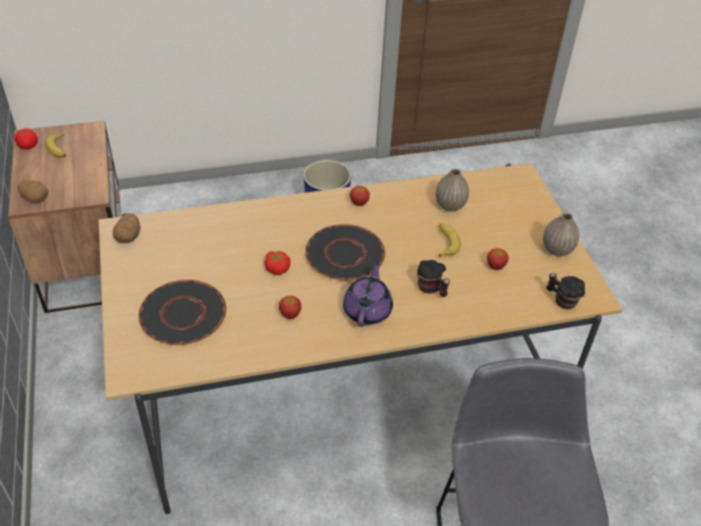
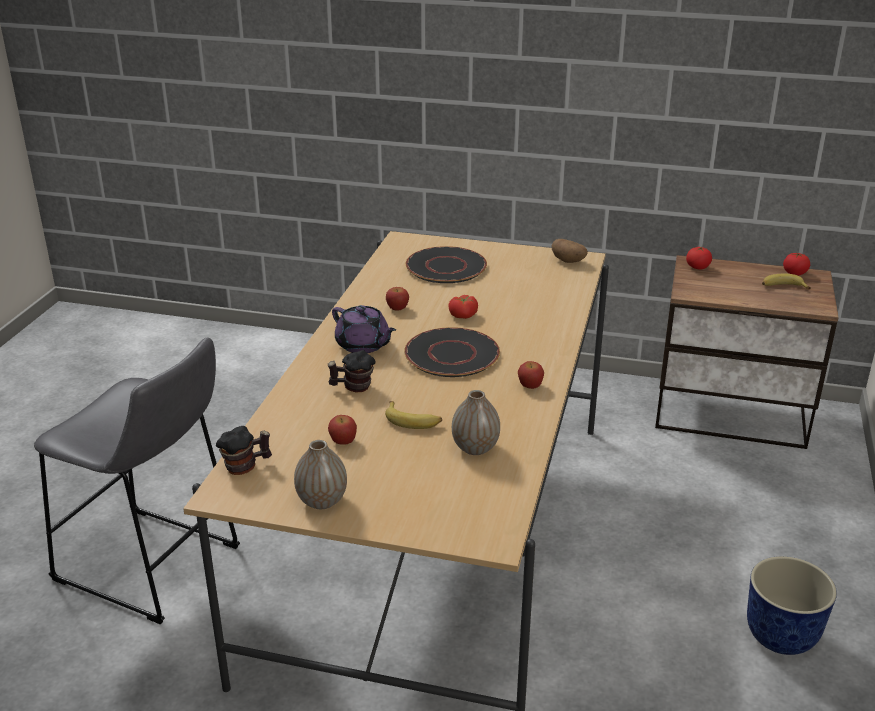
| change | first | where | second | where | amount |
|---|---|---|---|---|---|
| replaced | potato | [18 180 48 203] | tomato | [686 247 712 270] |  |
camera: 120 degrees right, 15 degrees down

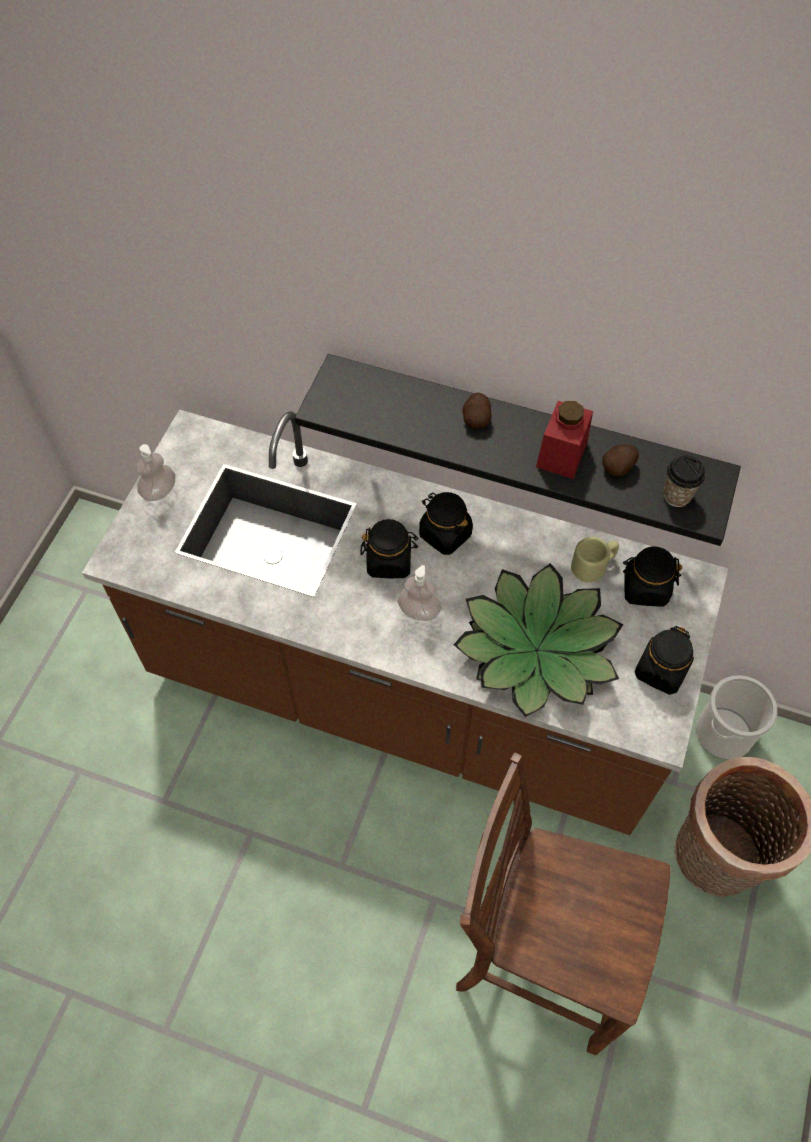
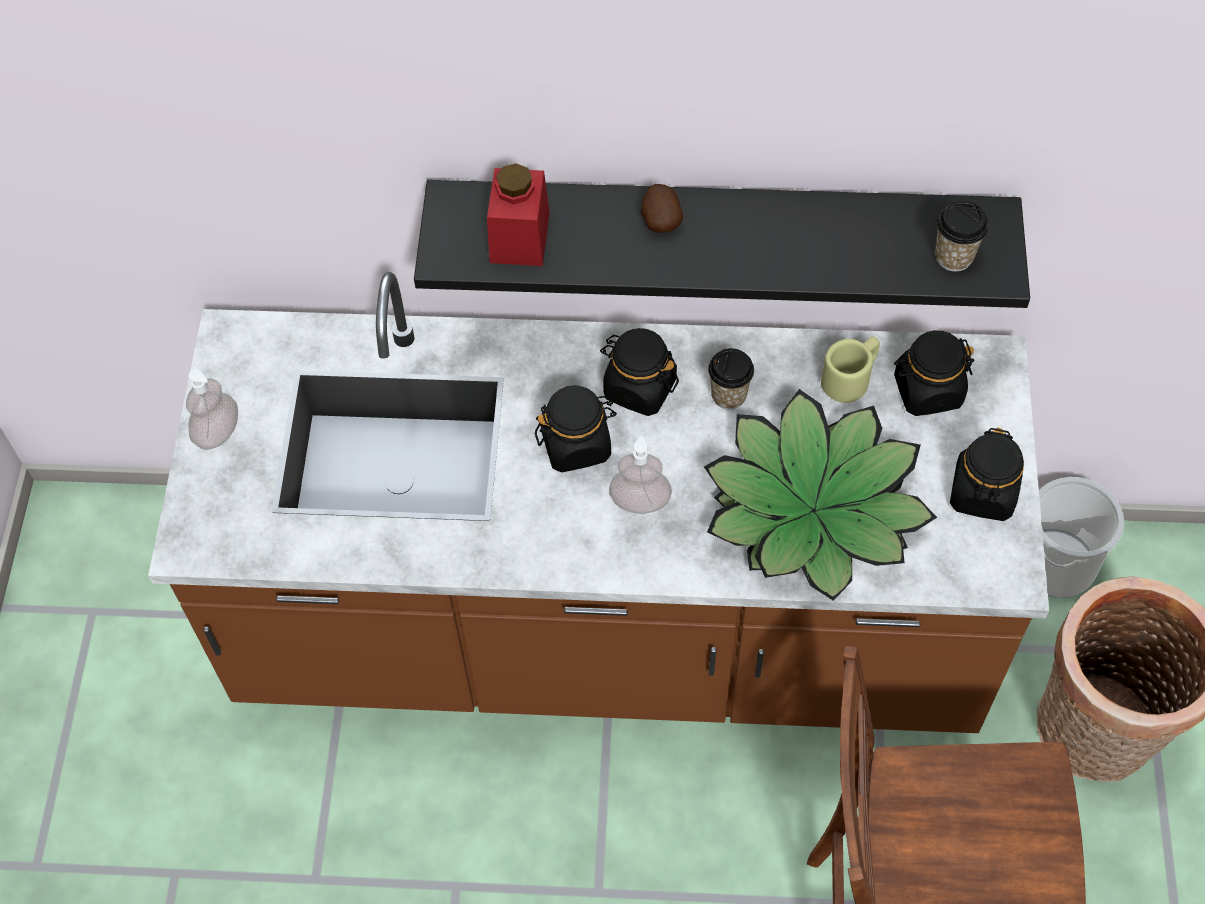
| change | first | where | second | where | amount |
|---|---|---|---|---|---|
| removed | potato | [602 444 639 476] |  |  |  |
| added |  |  | cup | [708 348 754 409] |  |
| moved | red jar | [536 401 593 479] |  | [487 163 549 266] |  |
camera: 15 degrees left, 0 degrees up

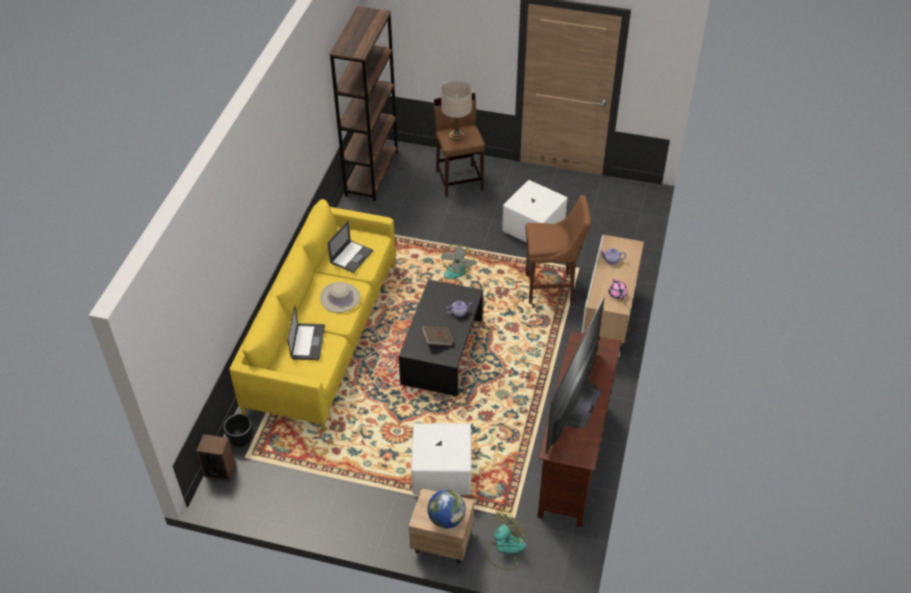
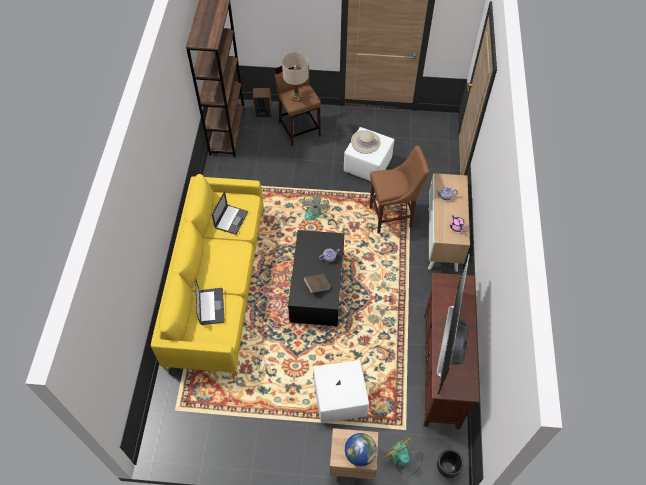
| change | first | where | second | where | amount |
|---|---|---|---|---|---|
| moved | speaker | [196 434 236 481] |  | [253 88 272 118] |  |
| moved | black planter | [223 414 253 447] |  | [437 450 464 478] |  |
| moved | beige hat | [320 282 360 313] |  | [351 130 380 154] |  |
| turned | fan | [485 508 526 571] |  | [384 437 423 477] | 75 degrees counterclockwise |
camera: 10 degrees left, 10 degrees up

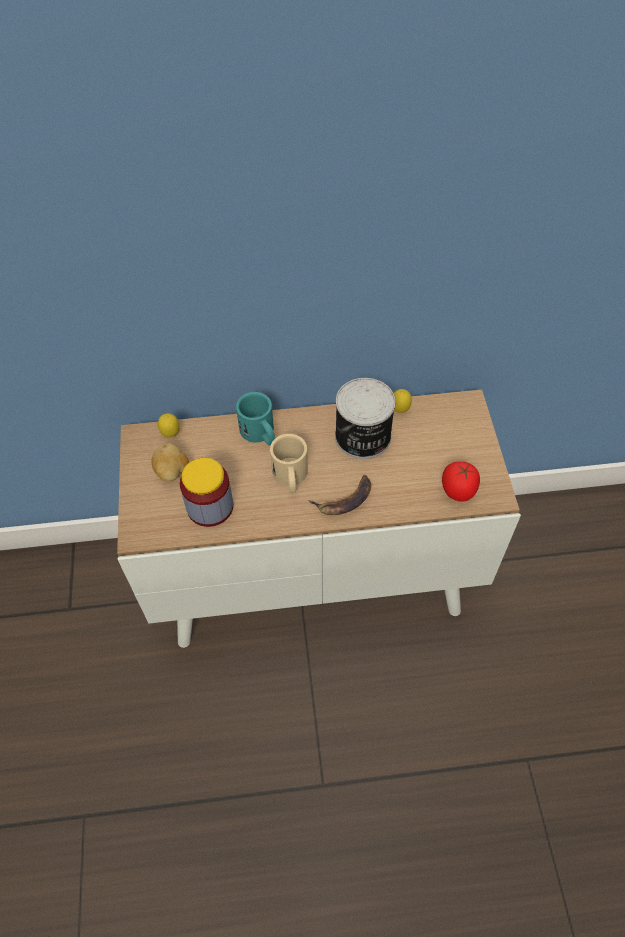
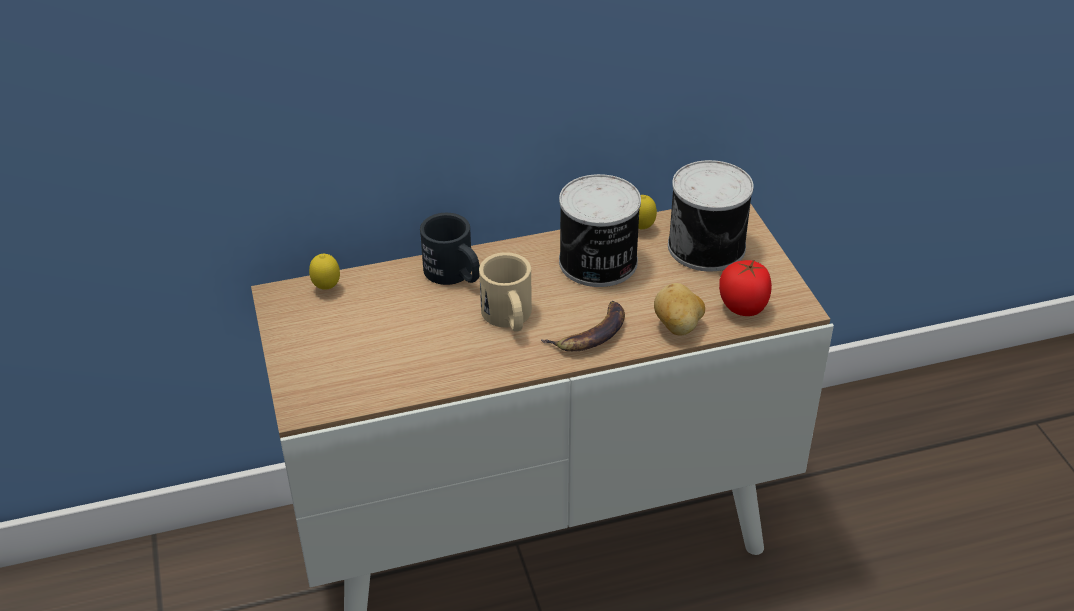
| change | first | where | second | where | amount |
|---|---|---|---|---|---|
| removed | jar | [180 457 233 527] |  |  |  |
| added |  |  | can | [668 160 754 271] |  |
| moved | potato | [151 443 189 482] |  | [654 283 705 336] |  |
| recoloured | turquoise mug | [236 392 275 446] | black mug | [420 213 480 285] |  |
camera: 10 degrees left, 15 degrees down

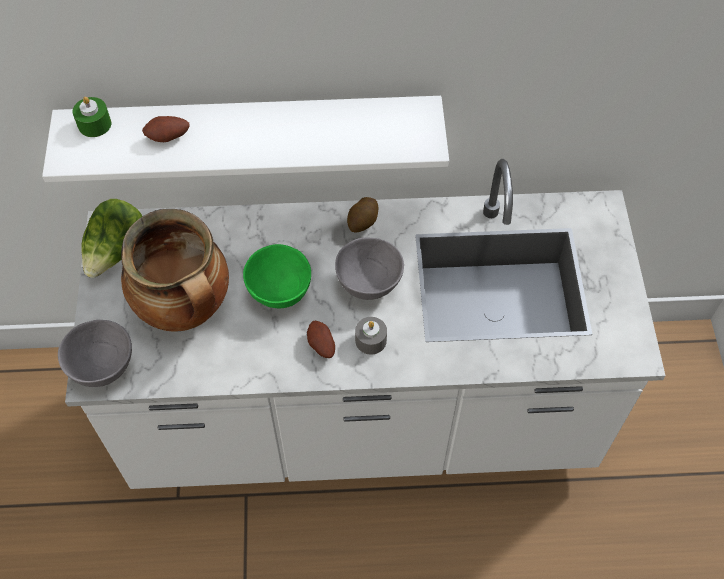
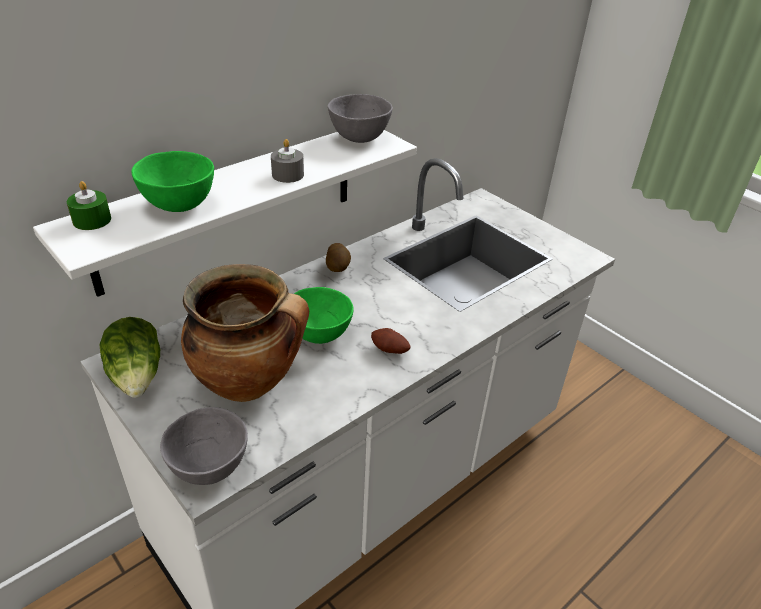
| change | first | where | second | where | amount |
|---|---|---|---|---|---|
| moved | grey bowl | [335 237 404 300] |  | [328 94 393 143] |  |
| moved | grey candle | [355 317 387 355] |  | [271 139 304 183] |  |
| replaced | potato | [142 116 189 142] | green bowl | [132 151 214 212] |  |
camera: 40 degrees left, 20 degrees down

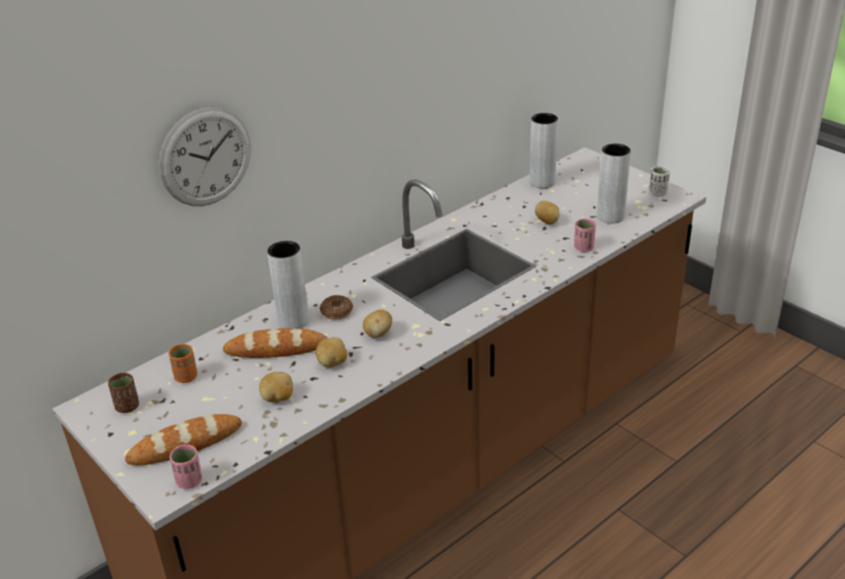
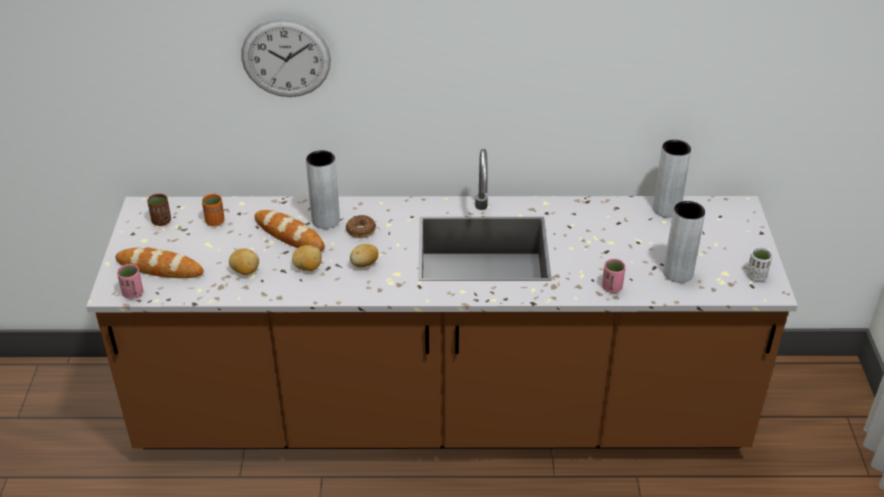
| change | first | where | second | where | amount |
|---|---|---|---|---|---|
| removed | potato | [535 201 560 225] |  |  |  |
camera: 40 degrees right, 5 degrees up

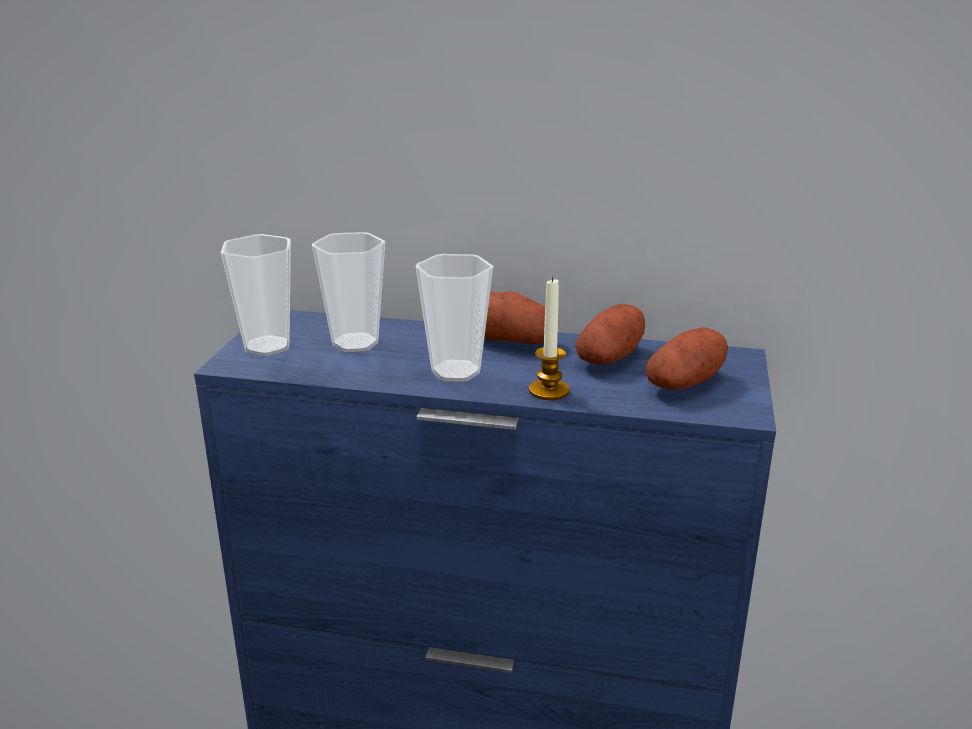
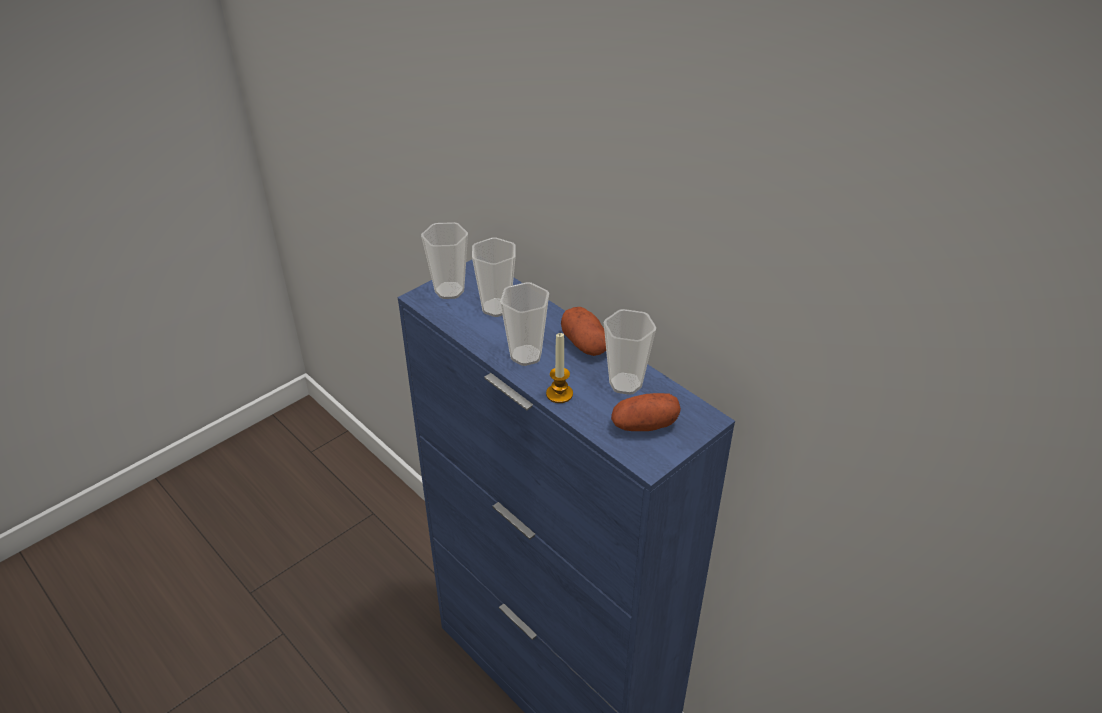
| change | first | where | second | where | amount |
|---|---|---|---|---|---|
| replaced | potato | [575 304 645 365] | cup | [604 309 657 395] |  |
camera: 35 degrees right, 15 degrees up

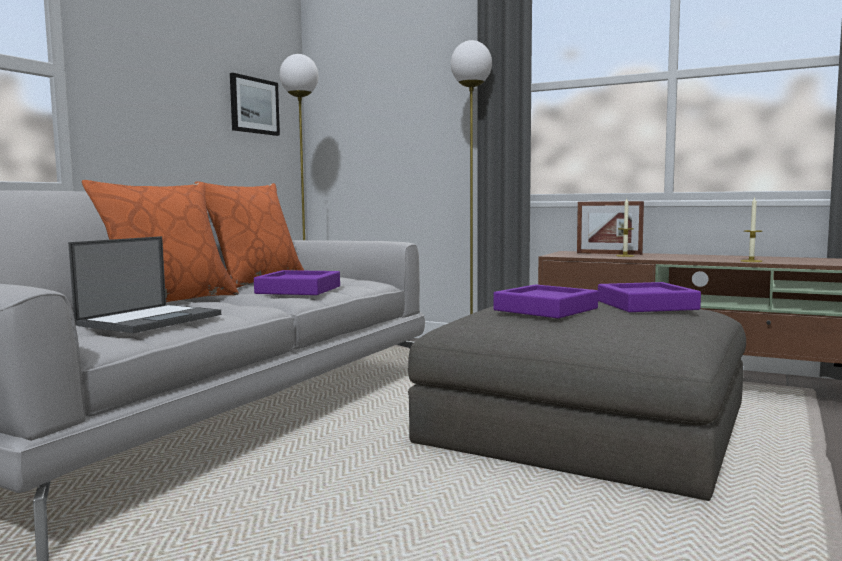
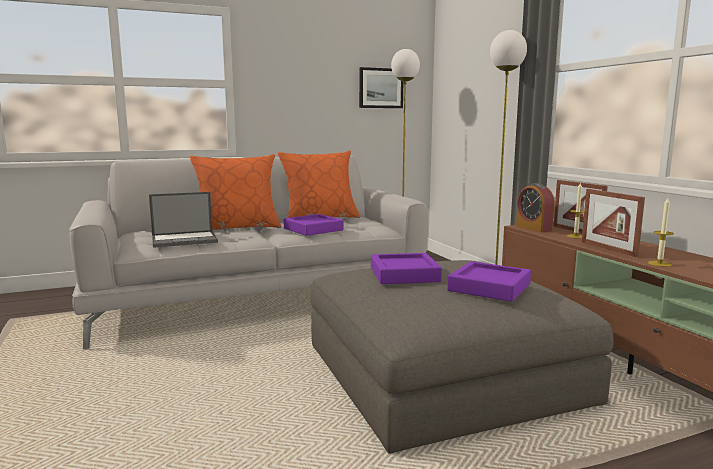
| change | first | where | second | where | amount |
|---|---|---|---|---|---|
| added |  |  | alarm clock | [516 183 555 232] |  |
| added |  |  | picture frame | [582 189 645 257] |  |
camera: 40 degrees right, 5 degrees up

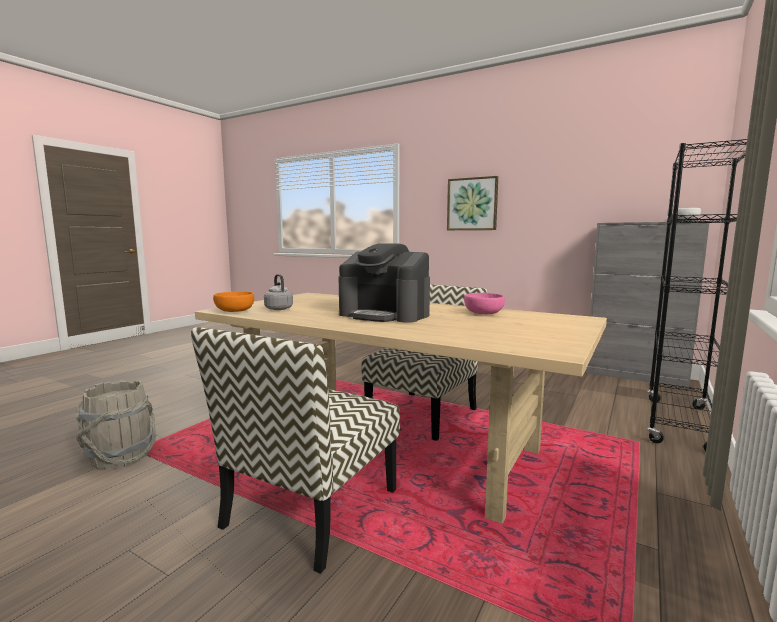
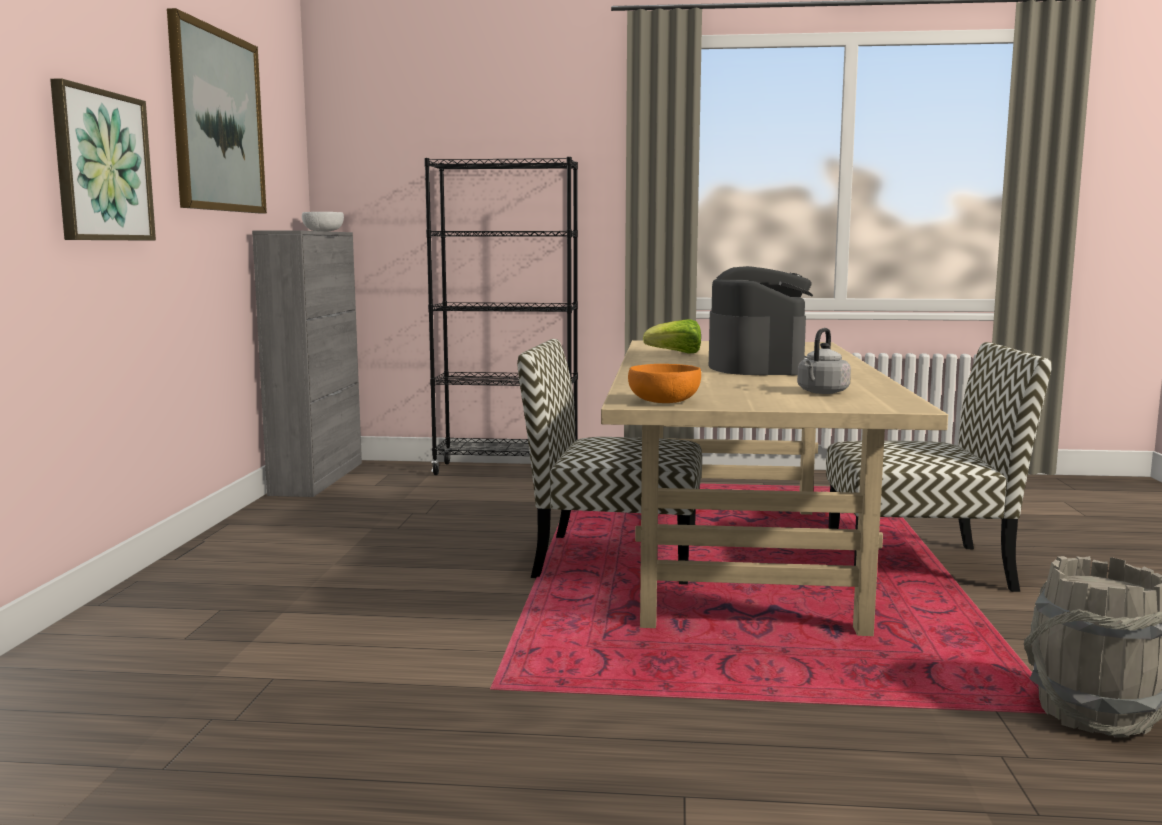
| change | first | where | second | where | amount |
|---|---|---|---|---|---|
| added |  |  | picture | [167 8 267 213] |  |
| moved | orange bowl | [213 292 254 312] |  | [628 364 701 403] |  |
| replaced | pink bowl | [464 293 505 314] | lettuce | [643 319 701 354] |  |
camera: 115 degrees left, 0 degrees up

